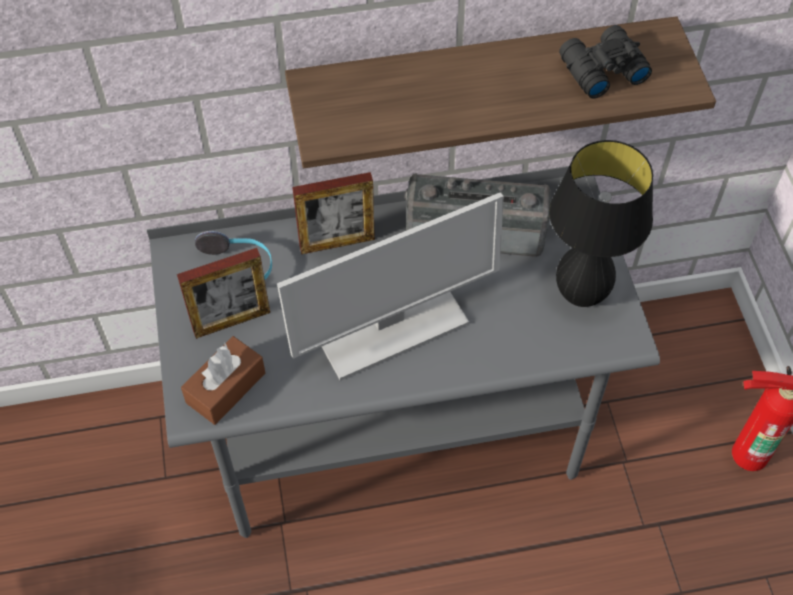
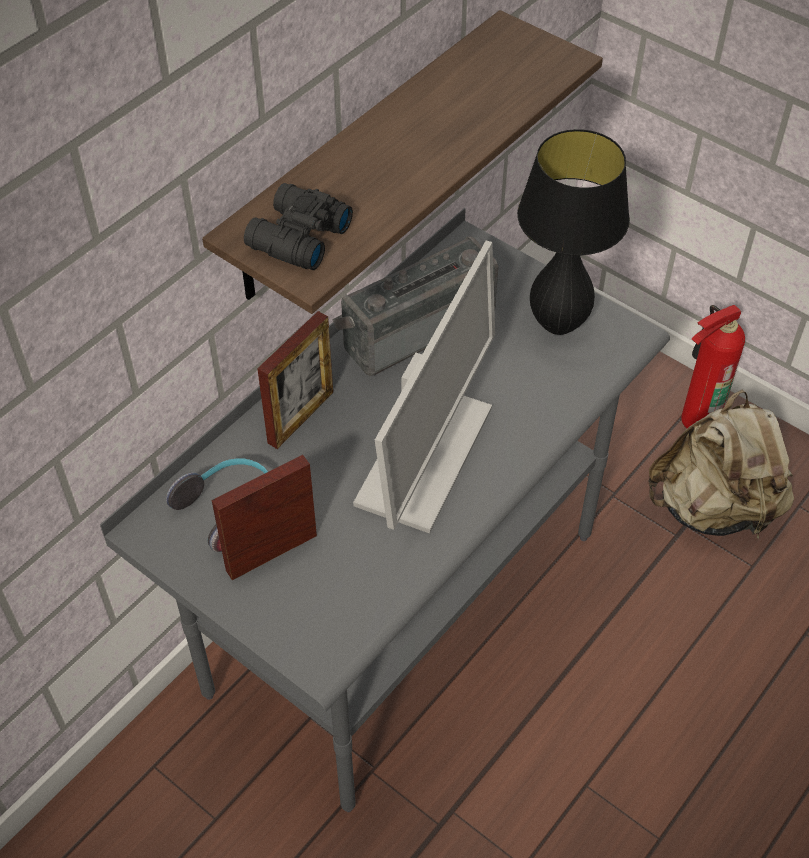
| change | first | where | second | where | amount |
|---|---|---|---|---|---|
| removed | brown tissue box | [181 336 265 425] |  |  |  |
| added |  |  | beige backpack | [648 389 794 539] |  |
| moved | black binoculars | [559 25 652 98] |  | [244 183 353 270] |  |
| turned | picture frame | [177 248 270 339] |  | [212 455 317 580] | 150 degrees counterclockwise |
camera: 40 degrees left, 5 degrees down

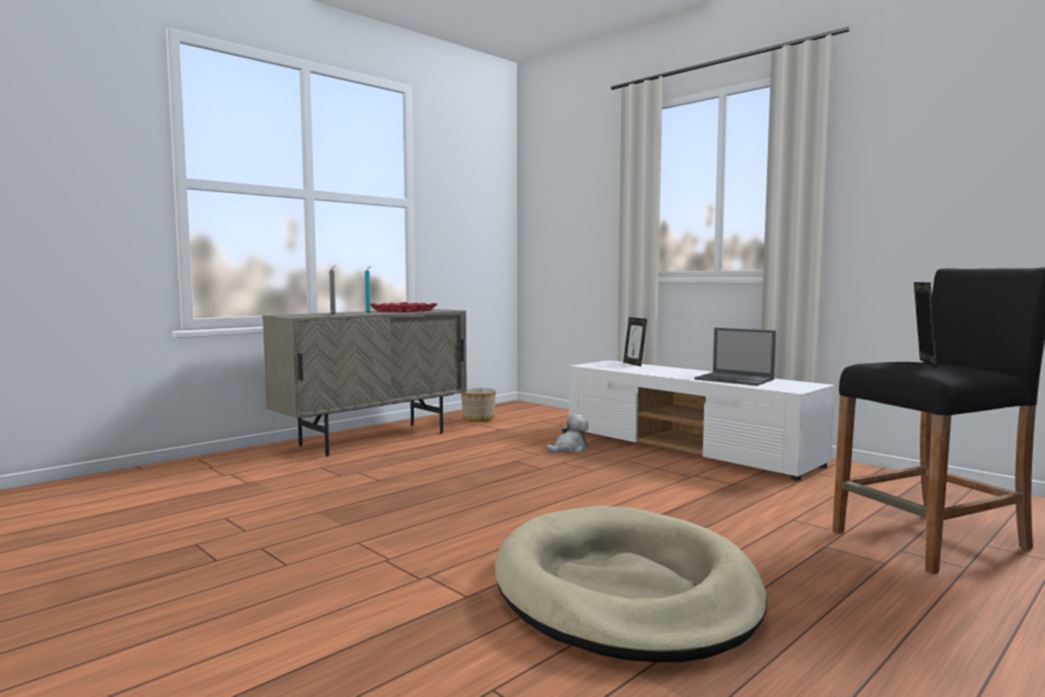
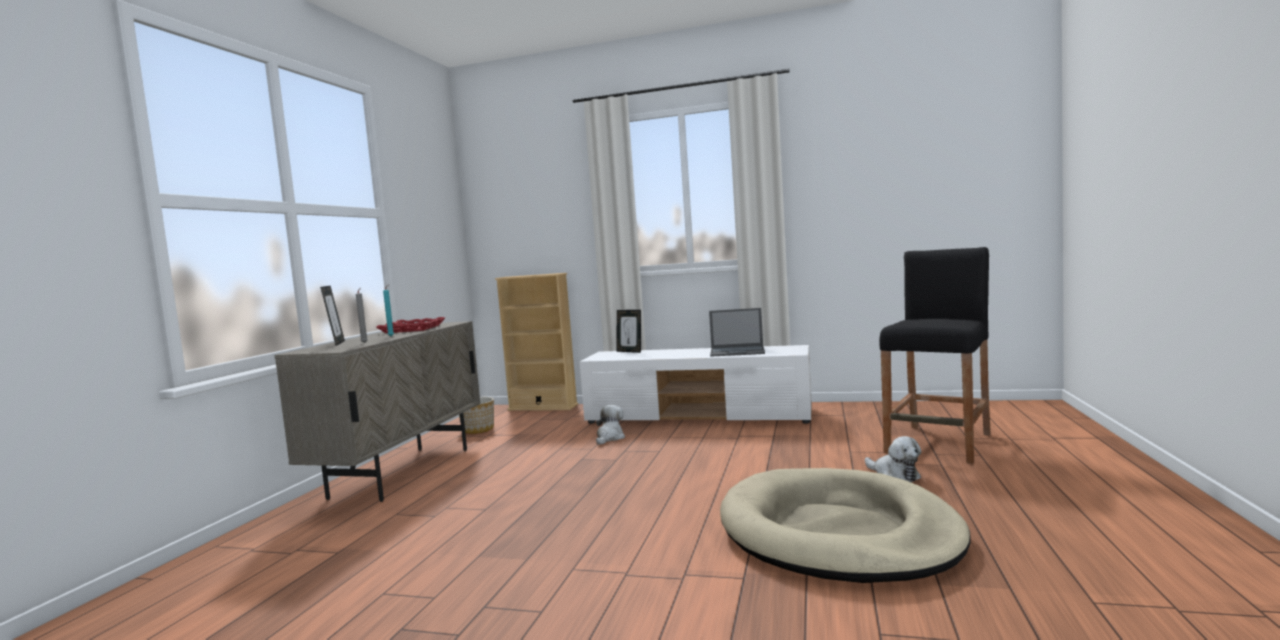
| change | first | where | second | where | amount |
|---|---|---|---|---|---|
| added |  |  | beige bookcase | [495 273 578 411] |  |
| added |  |  | plush toy | [865 436 921 482] |  |
| moved | picture frame | [914 282 937 367] |  | [320 285 345 346] |  |
camera: 30 degrees left, 0 degrees up

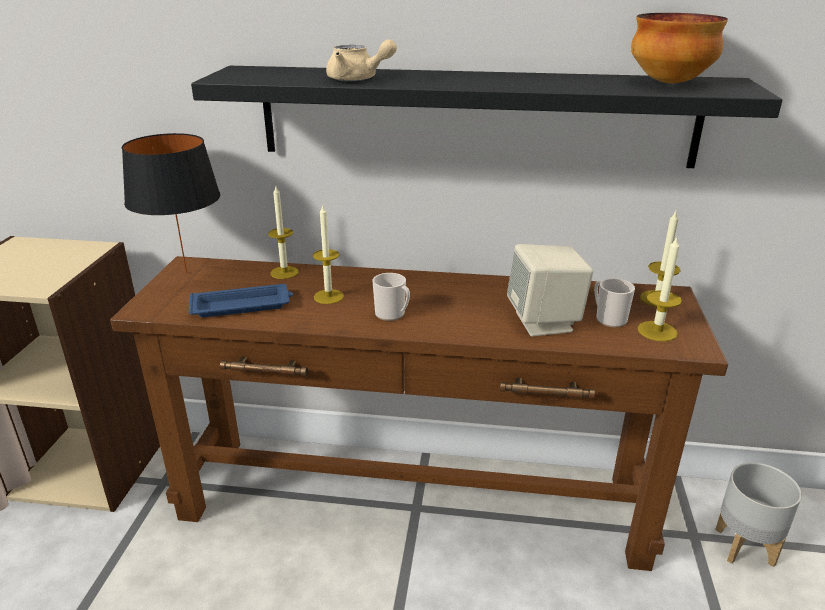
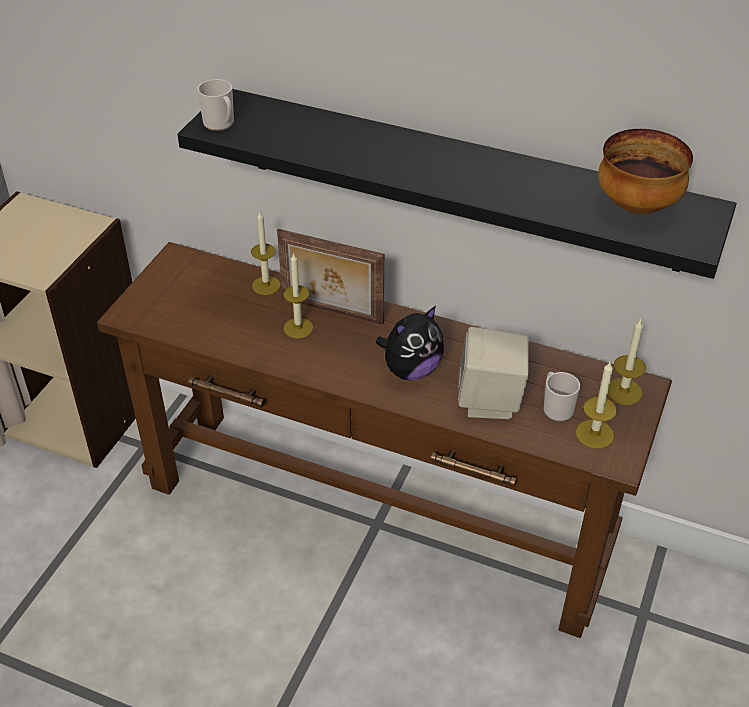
| change | first | where | second | where | amount |
|---|---|---|---|---|---|
| removed | black table lamp | [122 133 220 274] |  |  |  |
| removed | blue tray | [189 284 293 317] |  |  |  |
| removed | beige teapot | [326 39 397 81] |  |  |  |
| removed | grey planter | [715 462 802 567] |  |  |  |
| added |  |  | picture frame | [277 229 384 325] |  |
| added |  |  | plush toy | [376 306 444 380] |  |
| moved | mug | [373 273 410 321] |  | [197 79 234 131] |  |
camera: 15 degrees right, 15 degrees up

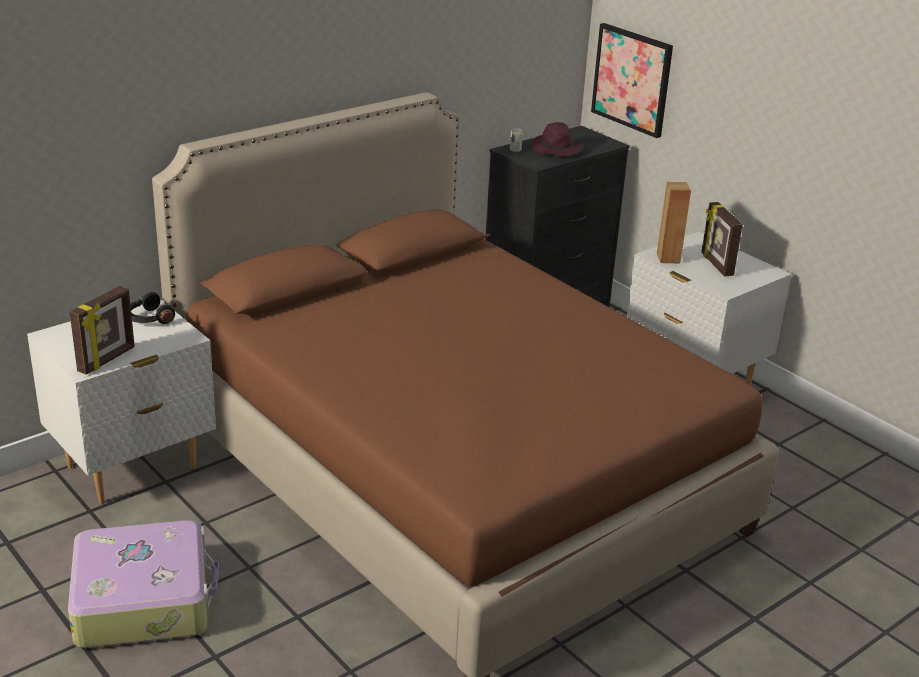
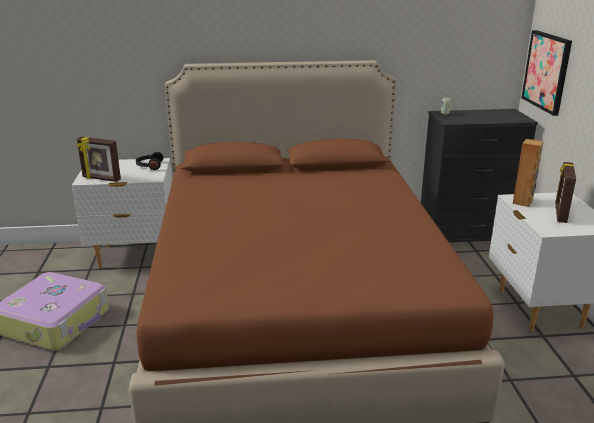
| change | first | where | second | where | amount |
|---|---|---|---|---|---|
| removed | purple hat | [531 122 583 156] |  |  |  |
| turned | picture frame | [70 286 135 375] |  | [77 137 121 182] | 45 degrees clockwise |
camera: 35 degrees right, 5 degrees down

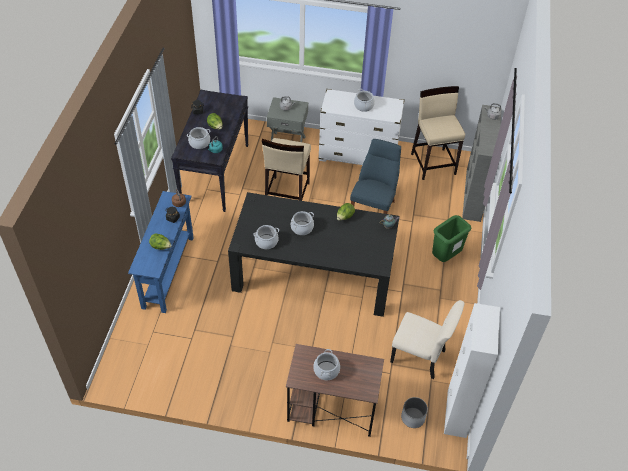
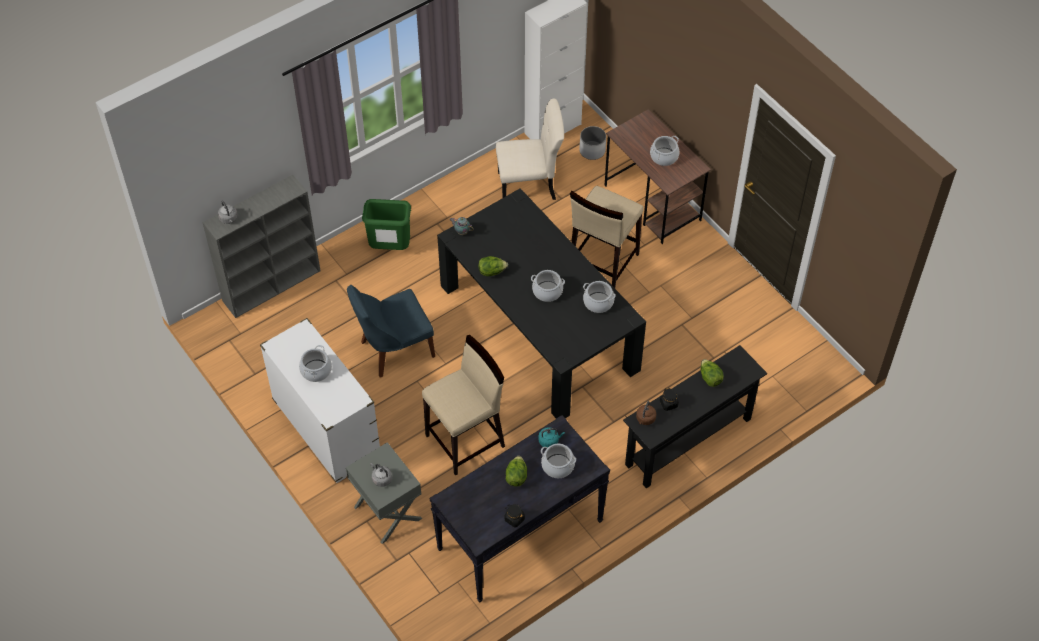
| change | first | where | second | where | amount |
|---|---|---|---|---|---|
| moved | beige stool | [411 86 465 180] |  | [570 186 644 288] |  |
| recoloured | blue console table | [128 191 194 313] | black console table | [623 345 767 489] |  |
| turned | beige chair | [390 300 464 379] |  | [496 98 564 200] | 105 degrees clockwise |
camera: 135 degrees left, 5 degrees up

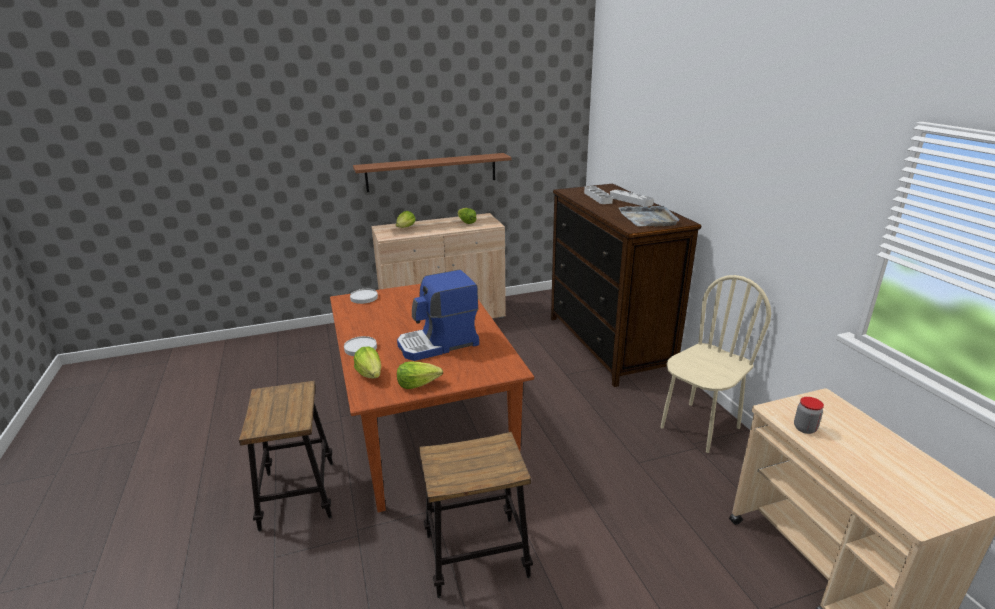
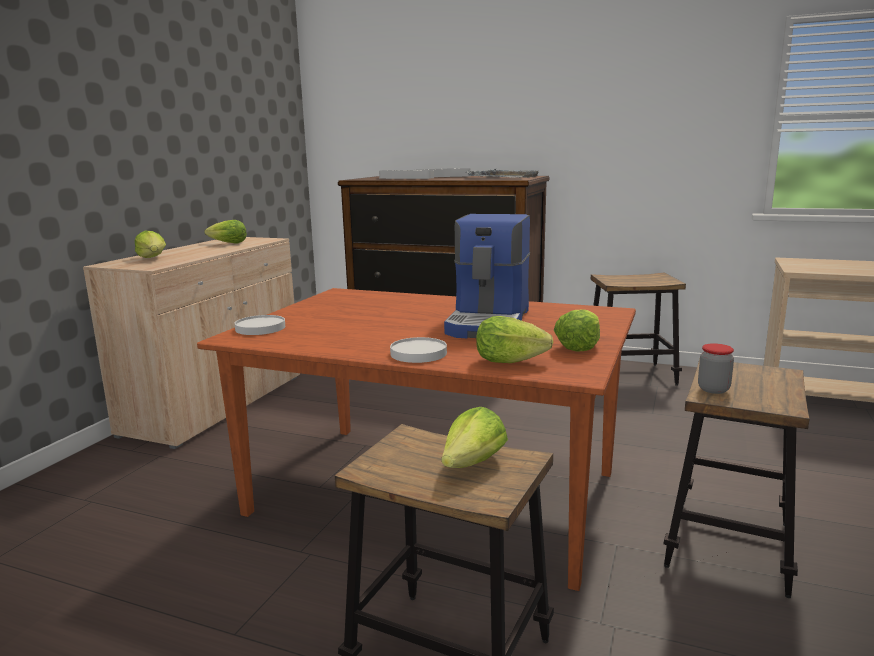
| change | first | where | second | where | amount |
|---|---|---|---|---|---|
| removed | brown shelf | [353 153 511 192] |  |  |  |
| added |  |  | lettuce | [442 407 508 468] |  |
| moved | jar | [794 397 824 434] |  | [698 343 734 394] |  |
| replaced | beige chair | [660 275 771 453] | stool | [591 273 686 386] |  |
camera: 50 degrees left, 10 degrees down

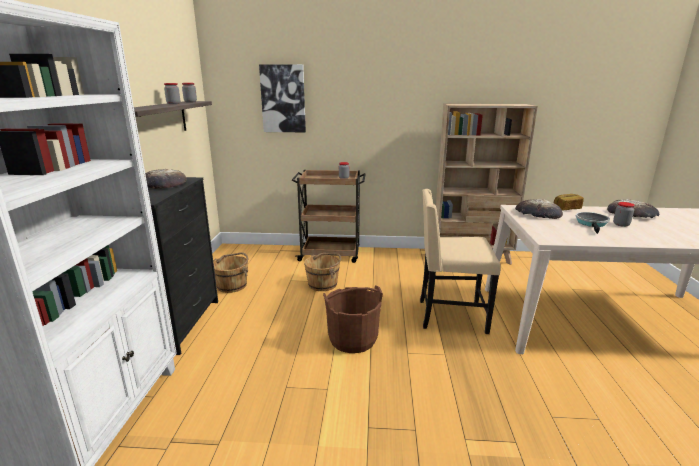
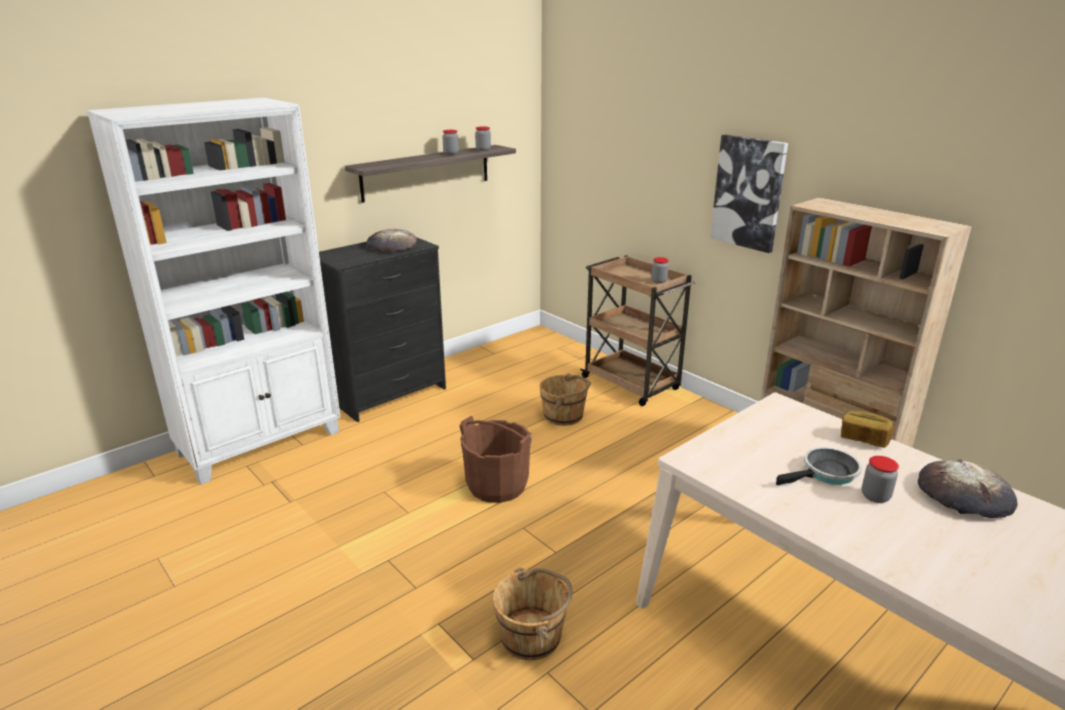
| change | first | where | second | where | amount |
|---|---|---|---|---|---|
| removed | beige chair | [420 189 501 334] |  |  |  |
| removed | bread | [515 199 563 219] |  |  |  |
| moved | brown bucket | [213 252 248 293] |  | [493 568 573 660] |  |
| moved | picture | [259 64 306 132] |  | [710 135 788 253] |  |
camera: 45 degrees right, 5 degrees up

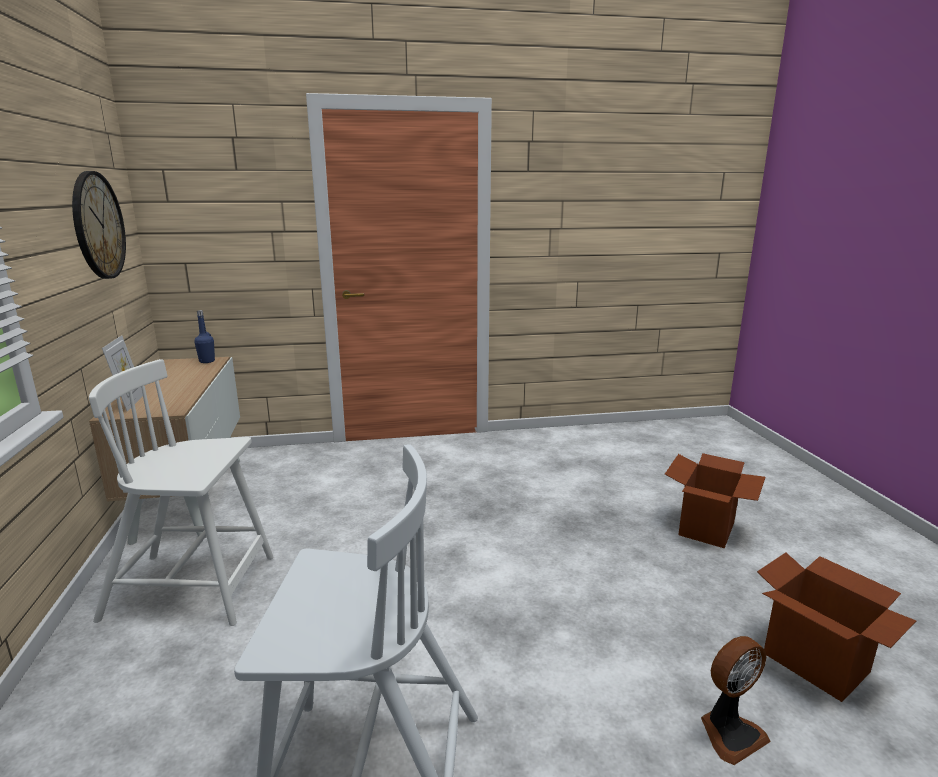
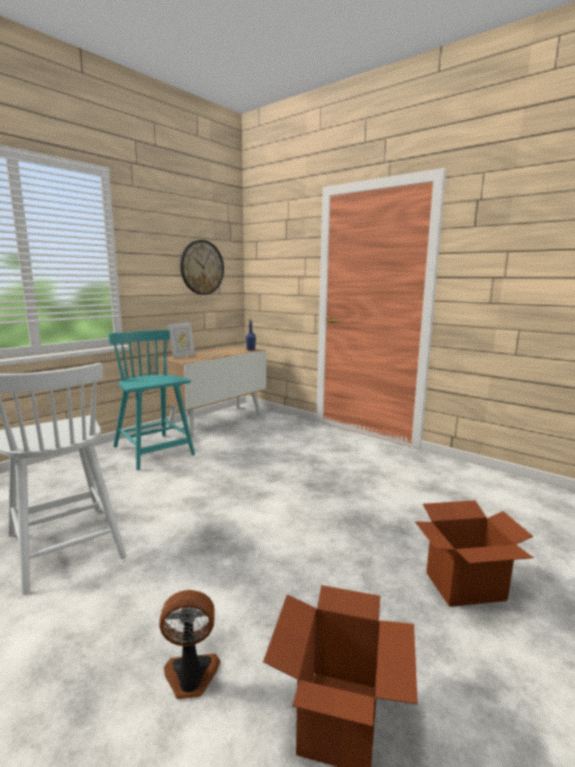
| change | first | where | second | where | amount |
|---|---|---|---|---|---|
| recoloured | white chair | [89 359 274 626] | turquoise chair | [108 330 195 470] |  |
| turned | fan | [701 636 771 765] |  | [159 590 220 699] | 150 degrees clockwise |
camera: 50 degrees right, 5 degrees down

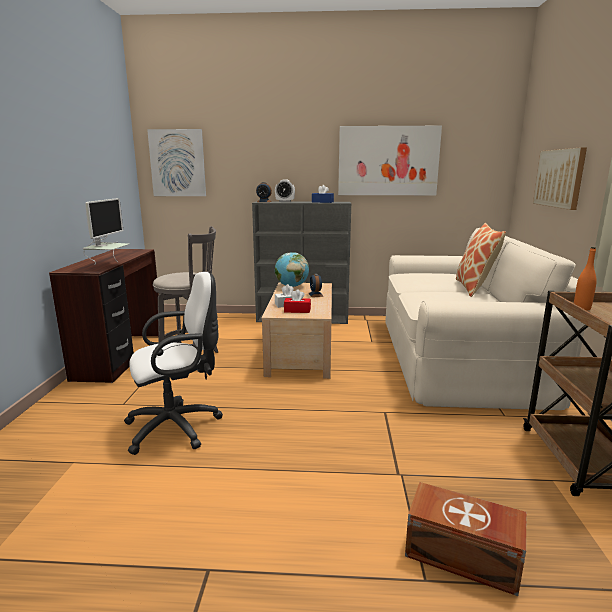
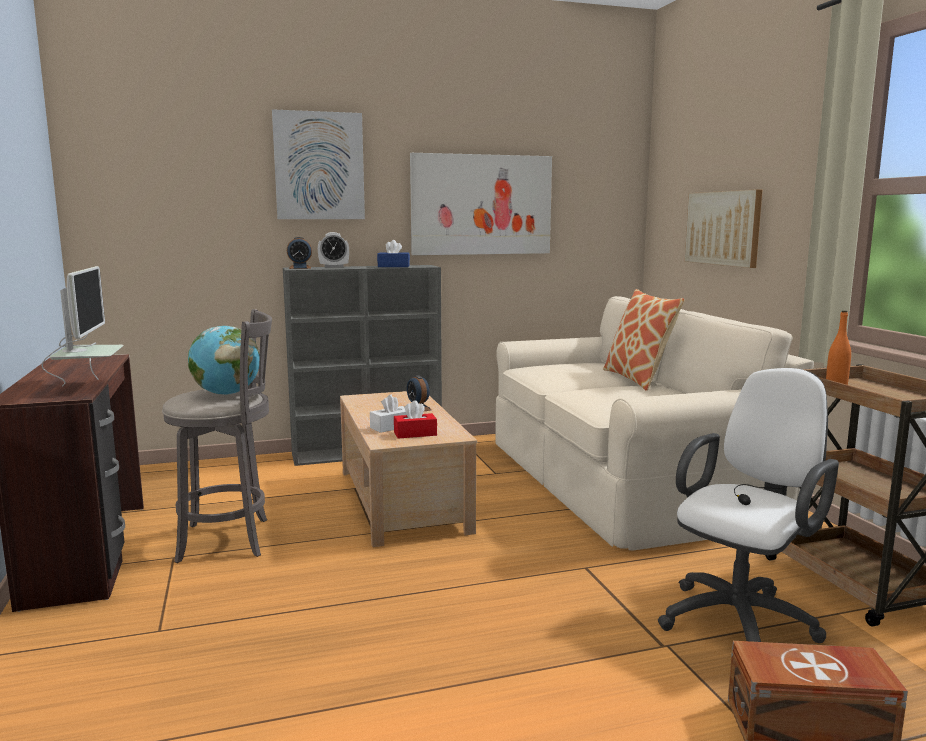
| change | first | where | second | where | amount |
|---|---|---|---|---|---|
| moved | white office chair | [124 272 223 455] |  | [658 368 839 643] |  |
| moved | picture | [147 129 206 196] |  | [272 109 365 219] |  |
| moved | globe | [275 252 309 287] |  | [188 326 260 395] |  |
camera: 20 degrees left, 5 degrees down

